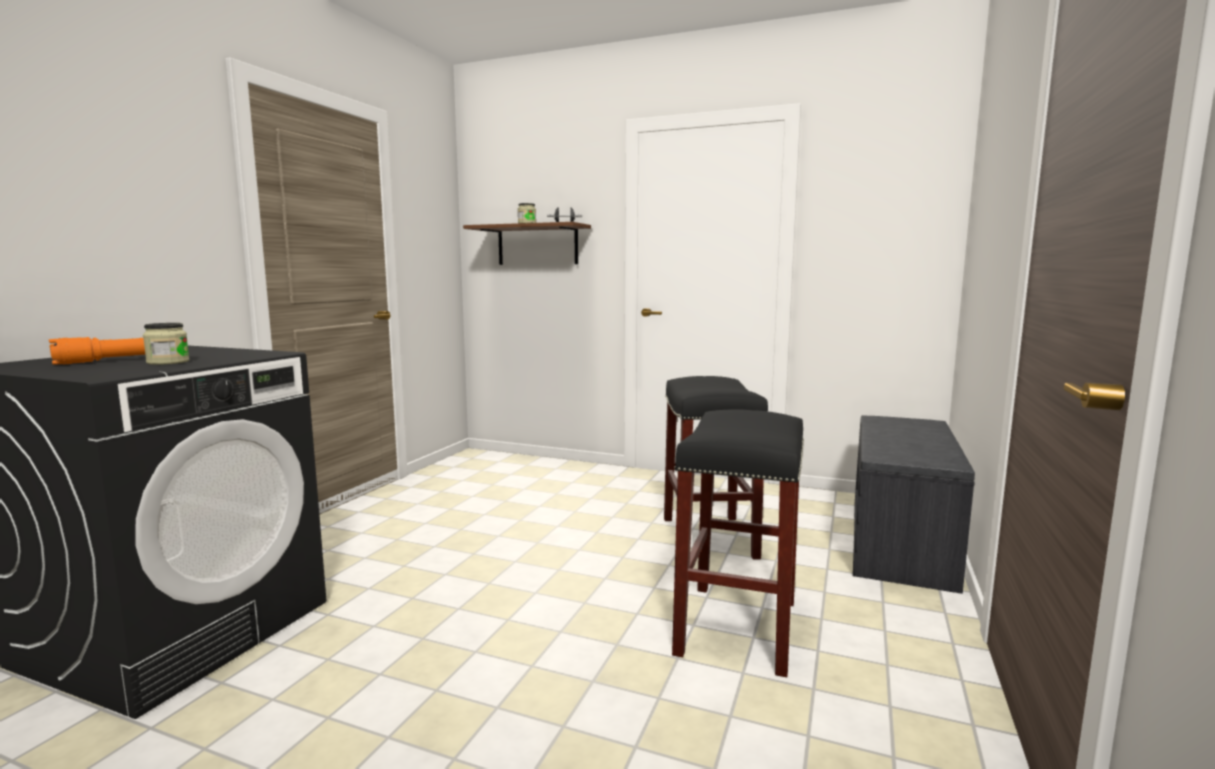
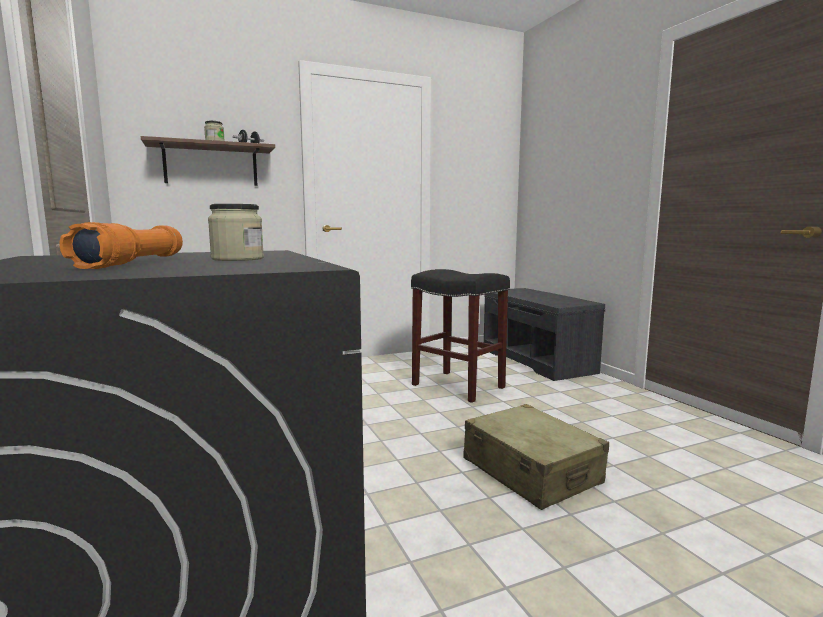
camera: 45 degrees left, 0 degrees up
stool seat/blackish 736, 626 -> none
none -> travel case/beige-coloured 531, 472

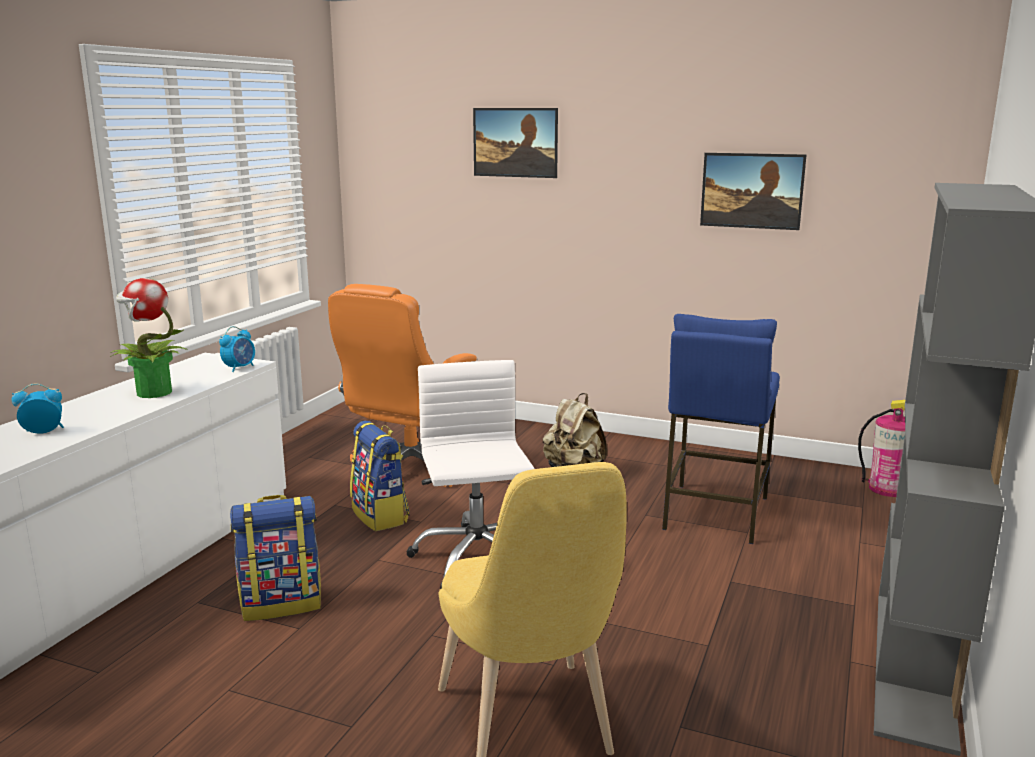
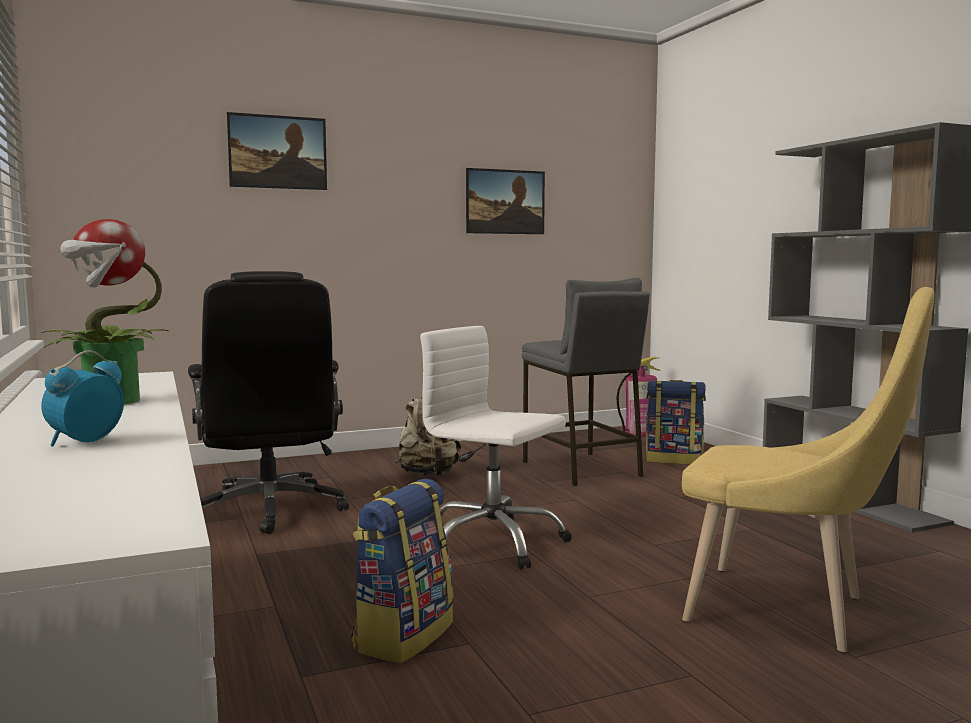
camera: 45 degrees left, 10 degrees down
computer chair/orange-coloured 409, 469 -> computer chair/blackish 269, 510
stool seat/blue-coloured 714, 513 -> stool seat/grey 581, 469
bedside clock 240, 368 -> none
backpack 381, 516 -> backpack 674, 460, moved

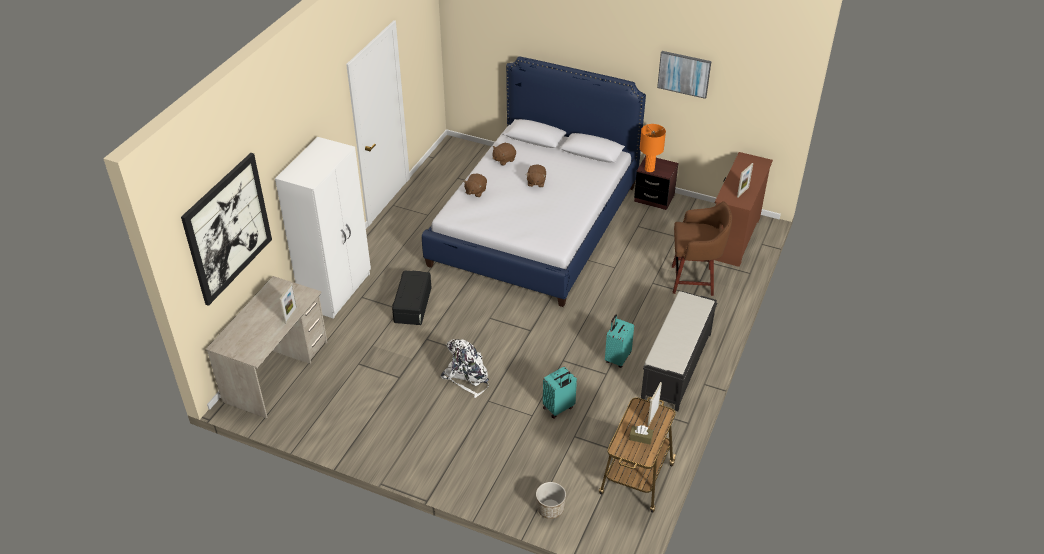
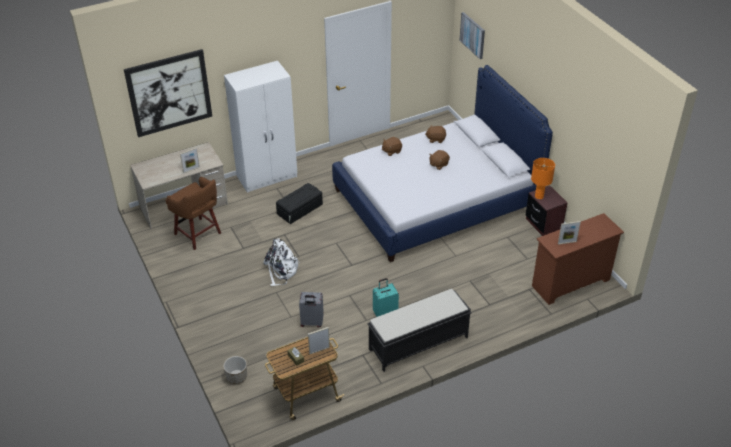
camera: 40 degrees right, 0 degrees up
wall picture 684, 74 -> wall picture 473, 35, moved
stool seat/brown-coloured 694, 280 -> stool seat/brown-coloured 198, 234, moved
travel case/turquoise 559, 408 -> travel case/grey 311, 322

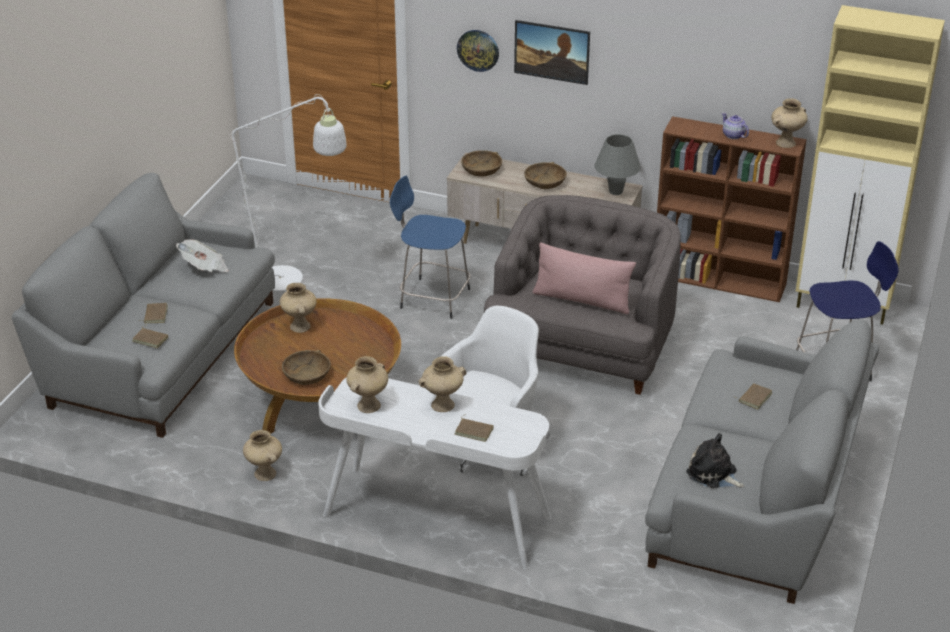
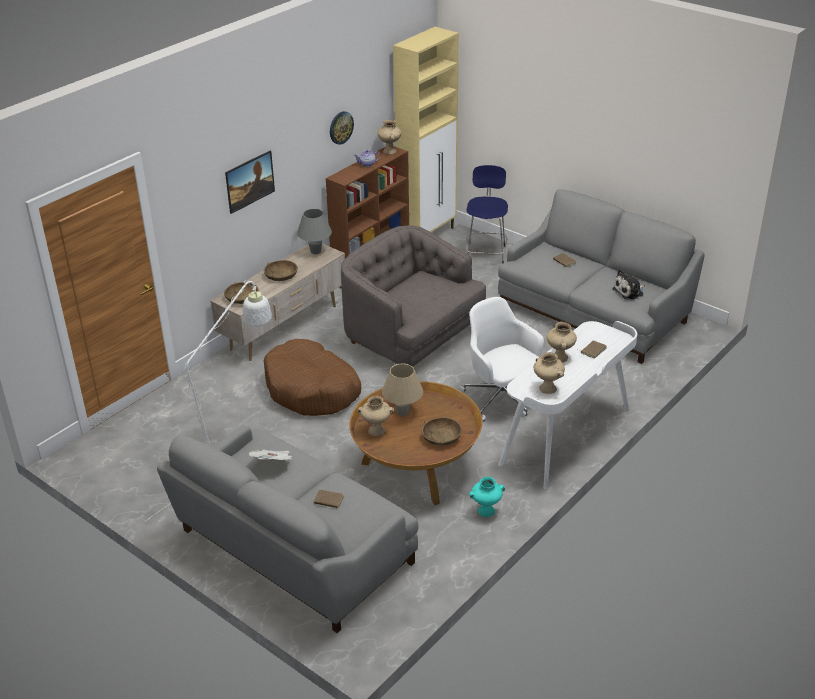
camera: 70 degrees left, 0 degrees up
wall clock 478, 50 -> wall clock 341, 127, moved
stool seat/blue-coloured 432, 298 -> dog cushion/brown-coloured 312, 389
pillow/pink 582, 300 -> none
book/brown-coloured 151, 339 -> none
vase/beige-coloured 264, 474 -> vase/turquoise 486, 511
none -> table lamp/beige-coloured 403, 412

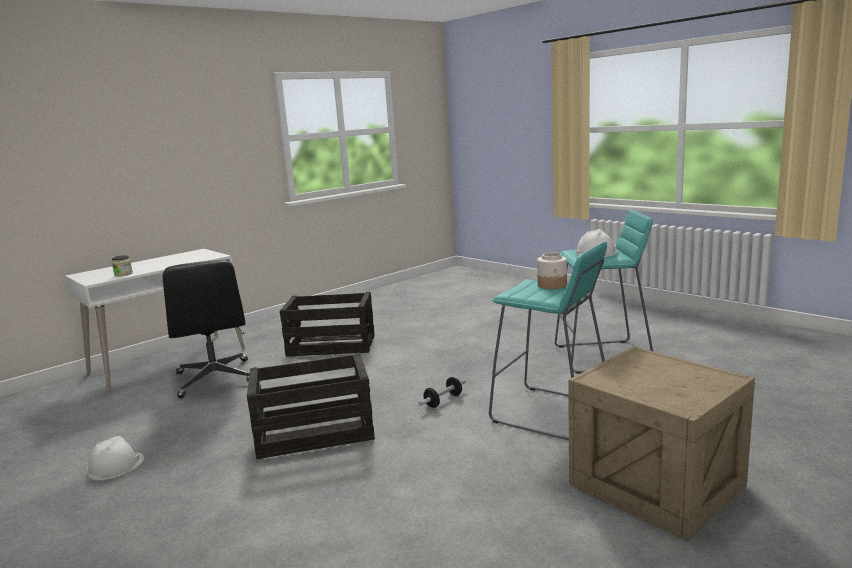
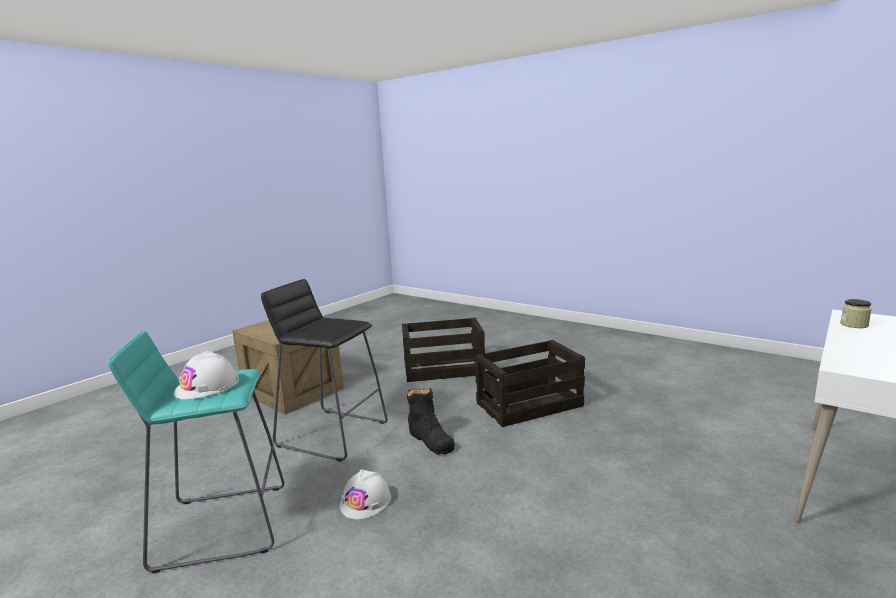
camera: 170 degrees right, 0 degrees up
stool seat/turquoise 551, 413 -> stool seat/blackish 332, 433
jar 552, 285 -> none
computer chair/blackish 215, 379 -> none
packing crate 330, 345 -> packing crate 444, 369, moved
hand weight 443, 401 -> boot/blackish 431, 440
hard hat/white 116, 466 -> hard hat/white 366, 501, moved

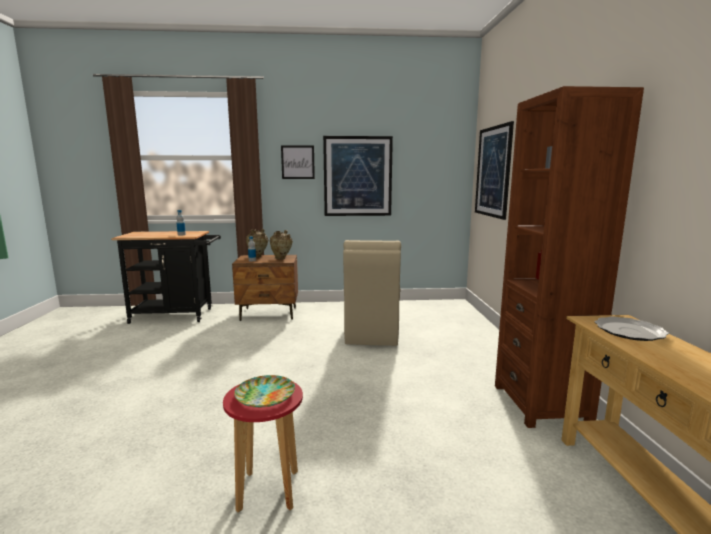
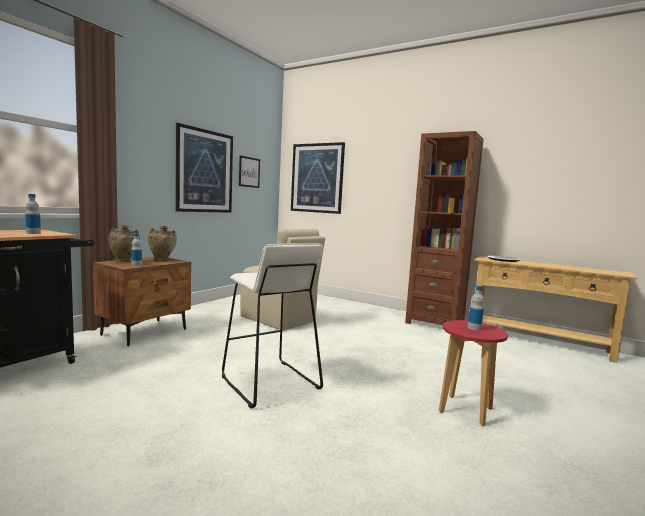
camera: 55 degrees left, 5 degrees down
wall picture 298, 162 -> wall picture 249, 172, moved
flat dish 264, 395 -> beverage bottle 474, 328
none -> stool seat/white 269, 383

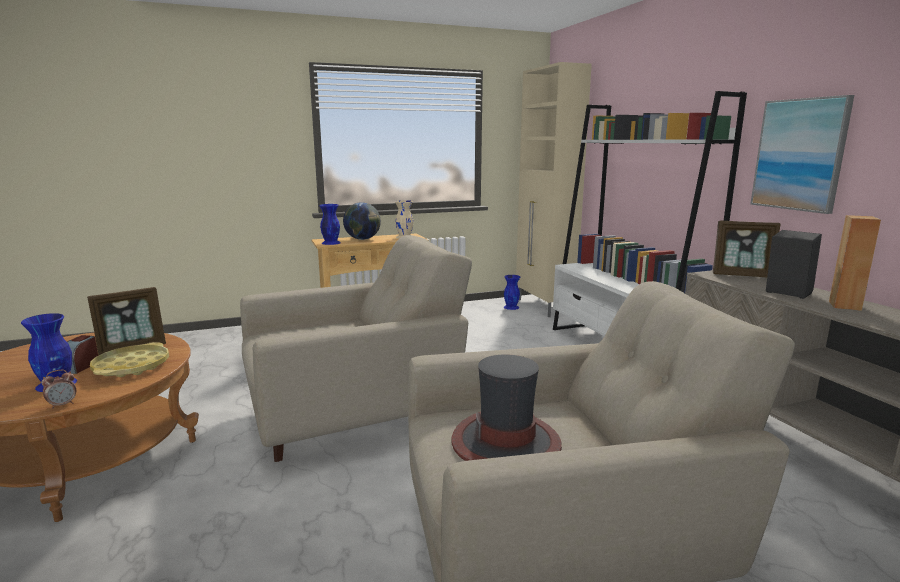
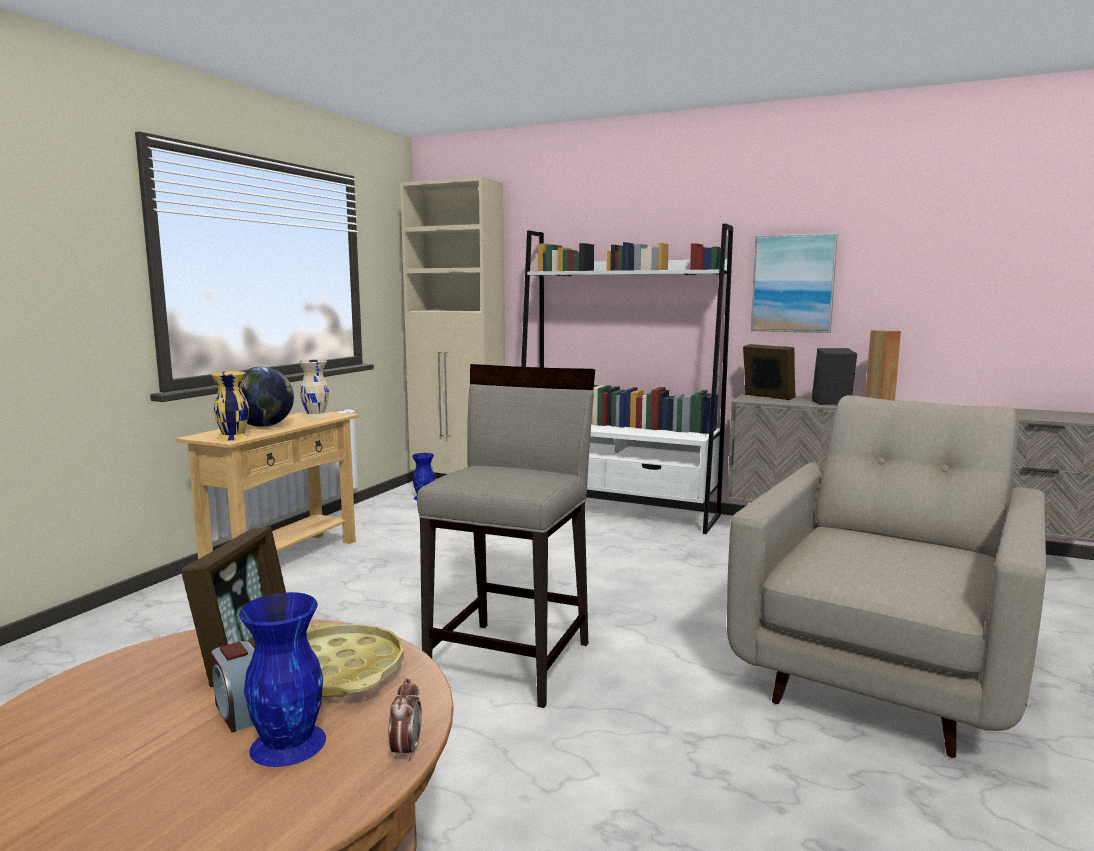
camera: 45 degrees left, 5 degrees down
vase/blue-coloured 330, 243 -> vase/yellow-coloured 232, 437
standing frame 742, 275 -> standing frame 767, 397, 105 degrees counterclockwise
armchair/beige-coloured 357, 417 -> stool seat/beige-coloured 512, 661
hat 506, 442 -> none

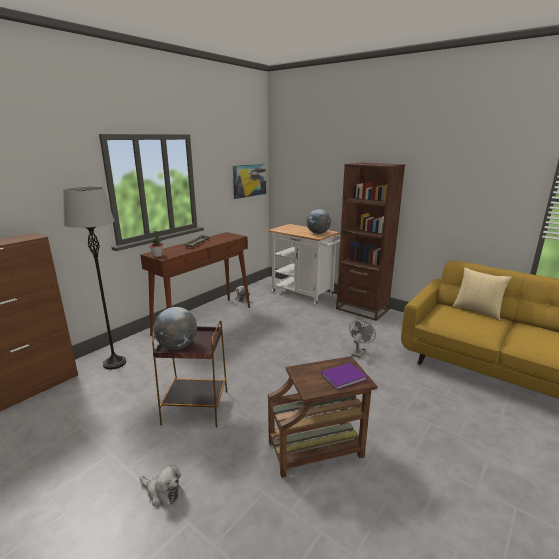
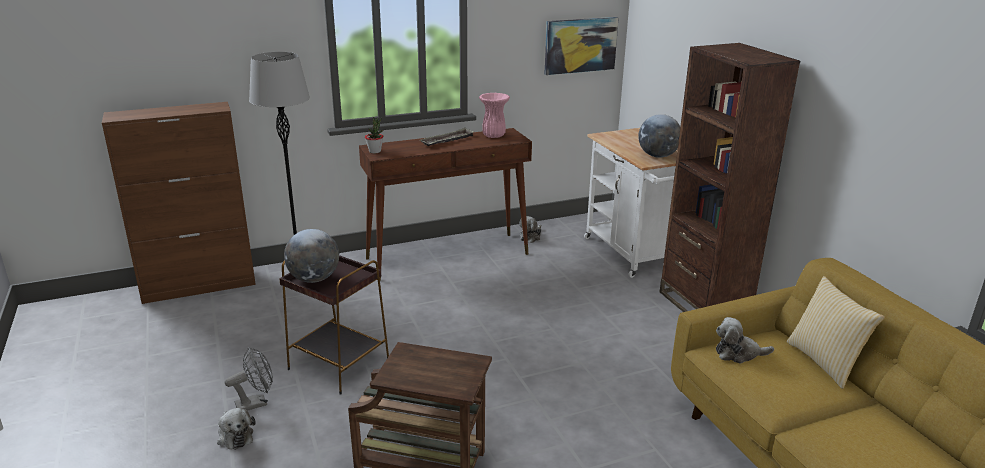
camera: 30 degrees right, 5 degrees up
fan/grey 359, 352 -> fan/grey 256, 403, moved
book/purplish 345, 377 -> none
none -> vase/pink 494, 136
none -> soft toy 738, 353

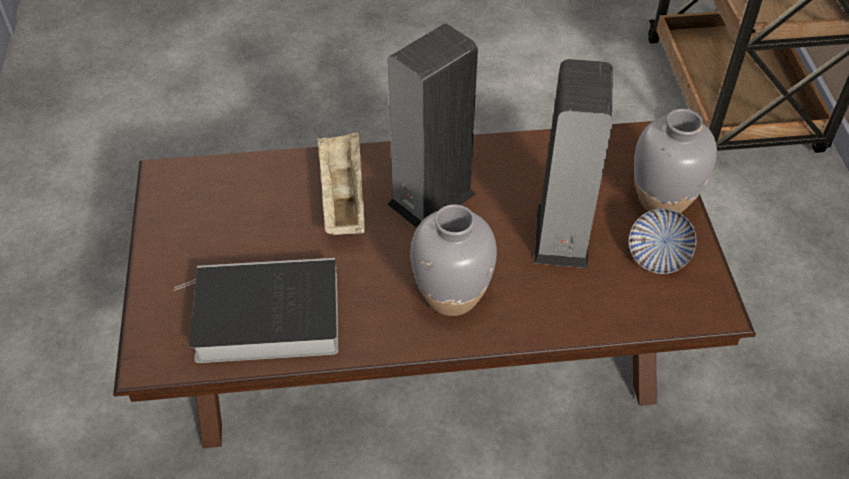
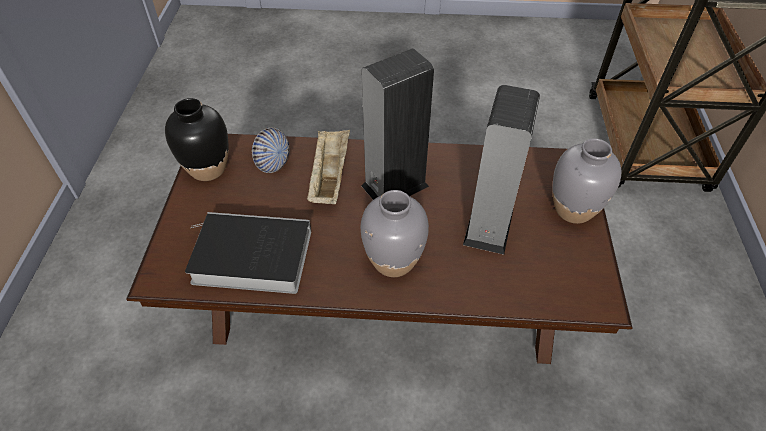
camera: 10 degrees right, 0 degrees up
bowl 657, 256 -> bowl 273, 162, moved
none -> vase/blackish 207, 169

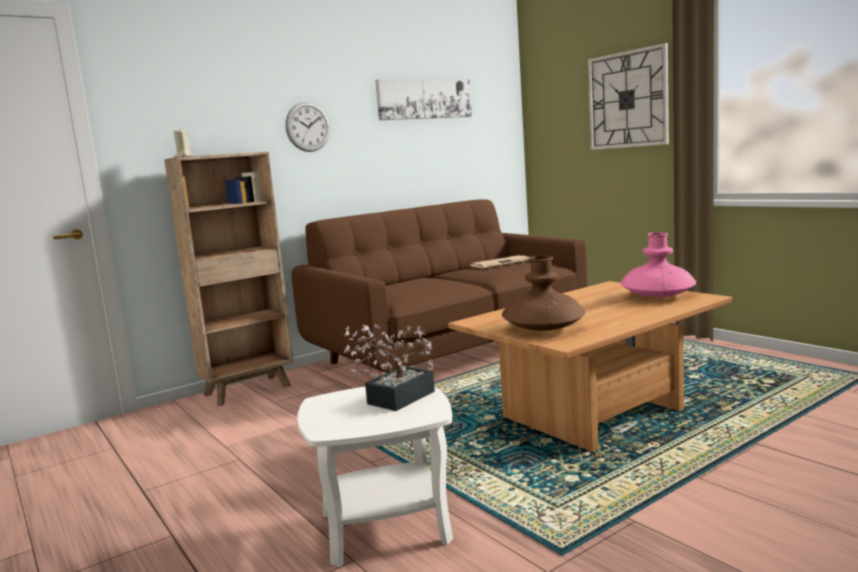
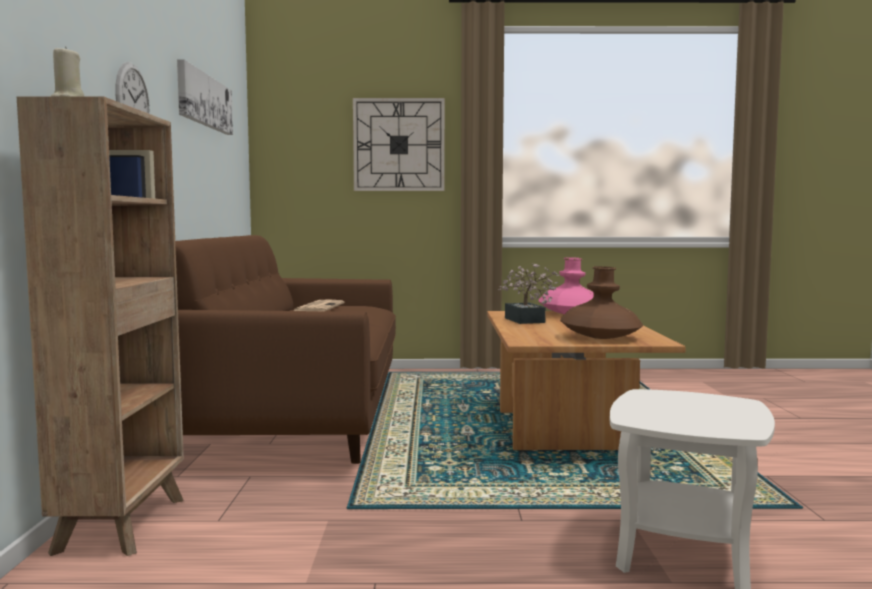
camera: 55 degrees left, 5 degrees down
houseplant 395, 400 -> houseplant 526, 321, moved

